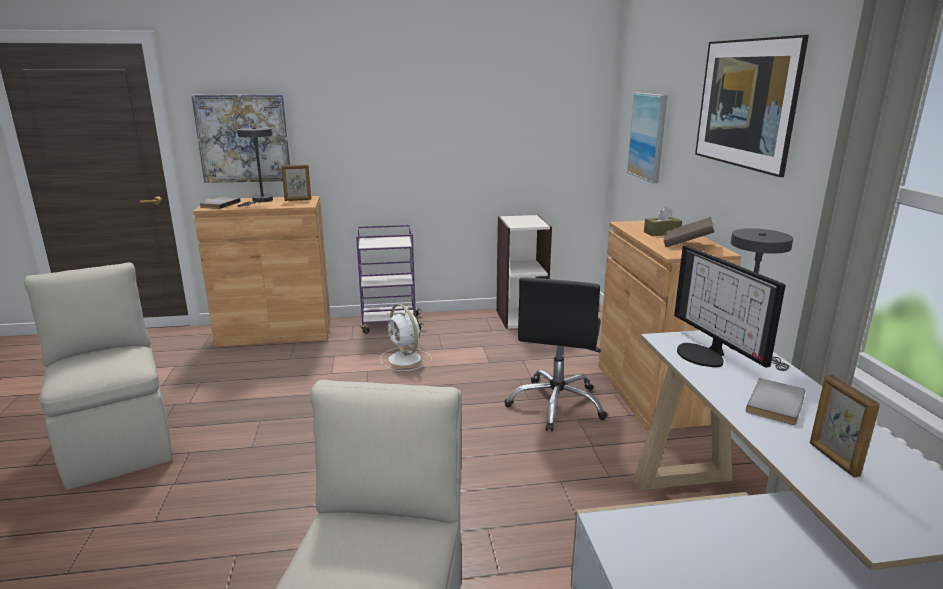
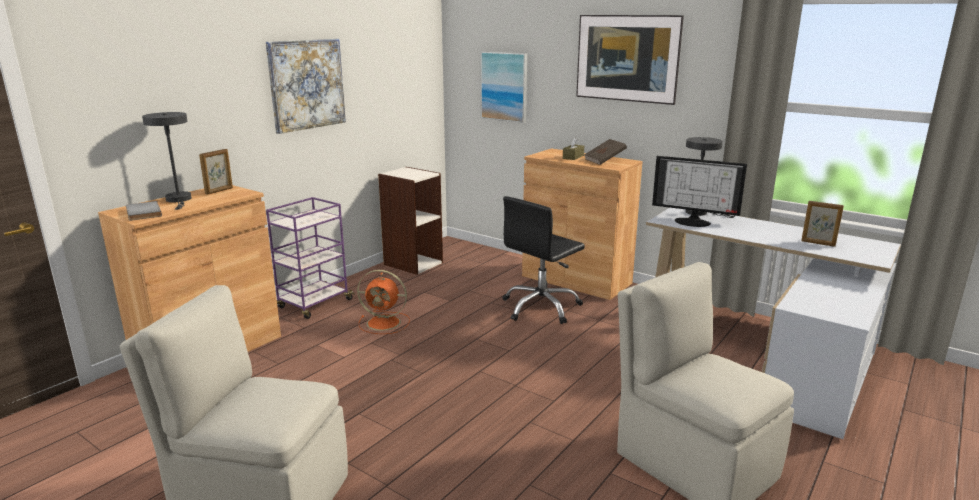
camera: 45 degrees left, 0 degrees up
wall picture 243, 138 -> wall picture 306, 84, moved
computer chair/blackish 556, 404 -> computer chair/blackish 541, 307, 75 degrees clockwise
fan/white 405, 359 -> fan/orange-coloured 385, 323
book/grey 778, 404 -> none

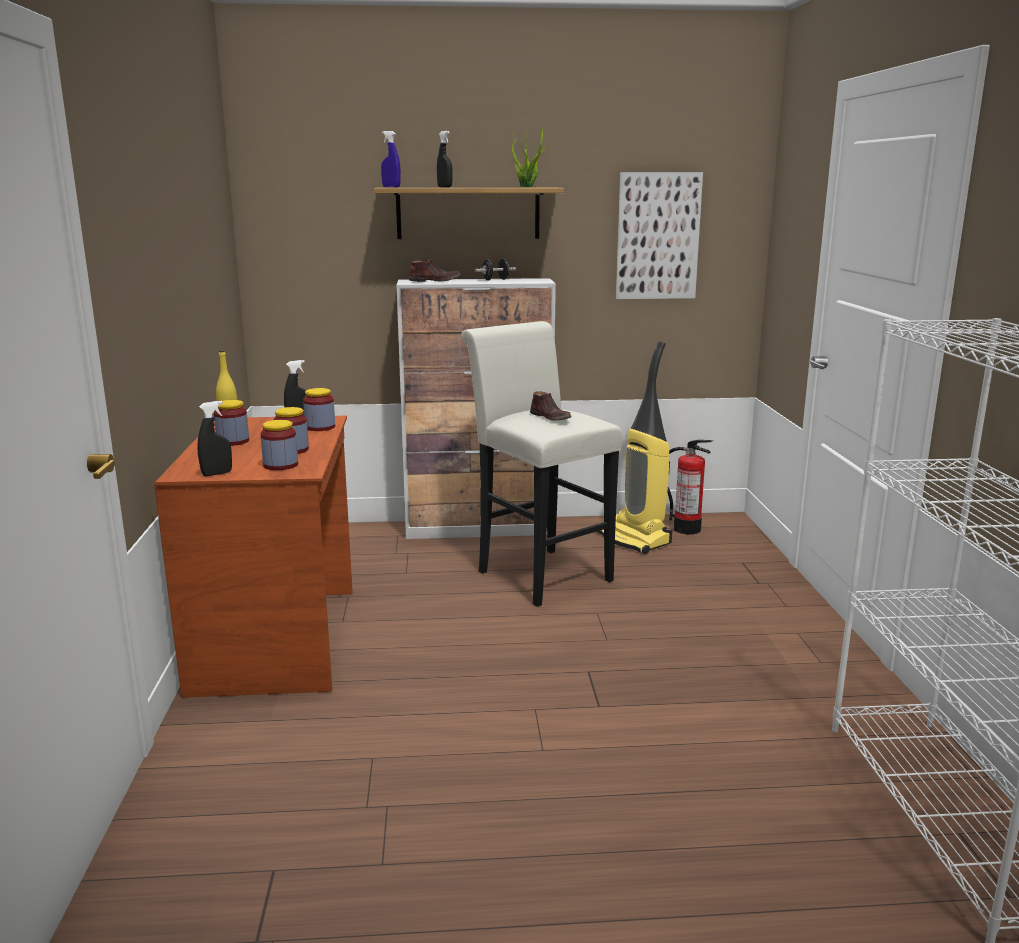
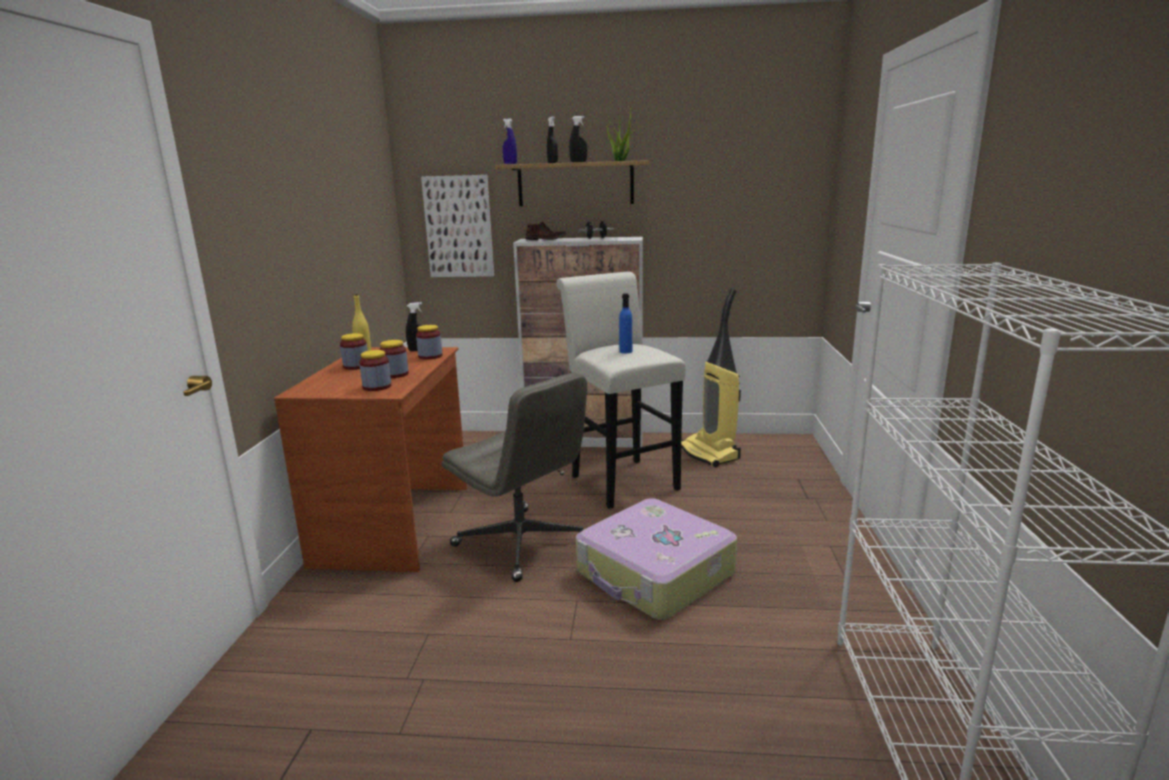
camera: 10 degrees right, 0 degrees up
wall picture 657, 236 -> wall picture 458, 227, moved
item of footwear/brown-coloured 551, 417 -> beverage bottle/blue-coloured 625, 351
spray bottle/blackish 217, 474 -> spray bottle/blackish 578, 162, moved
fire-fighting cylinder 686, 529 -> none
none -> computer chair/grey 522, 543
none -> travel case 655, 574

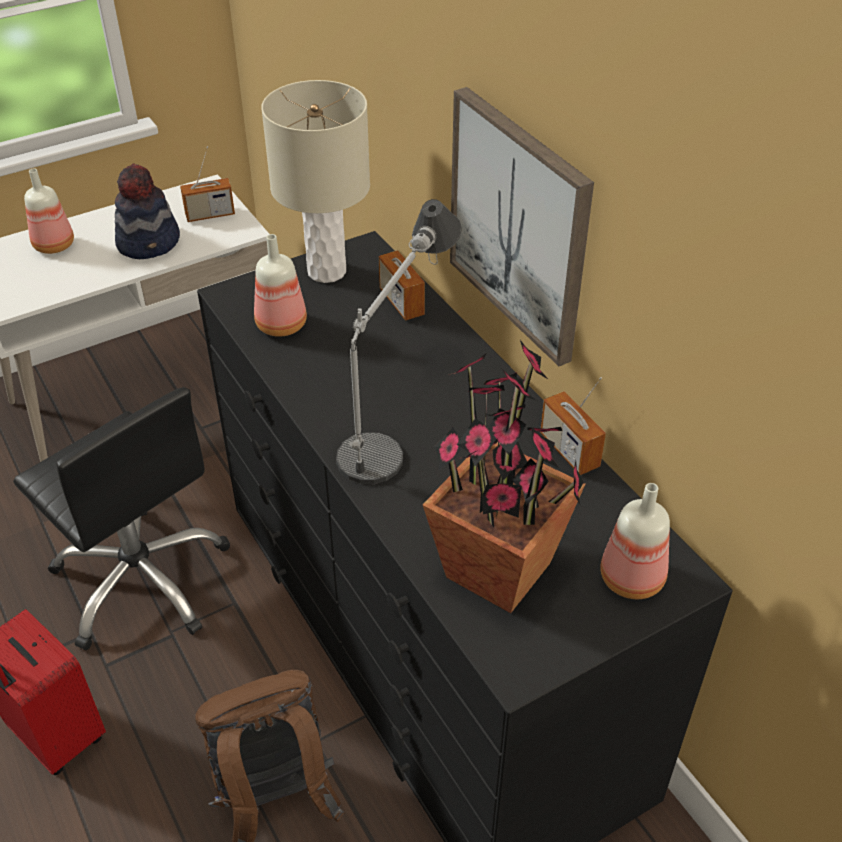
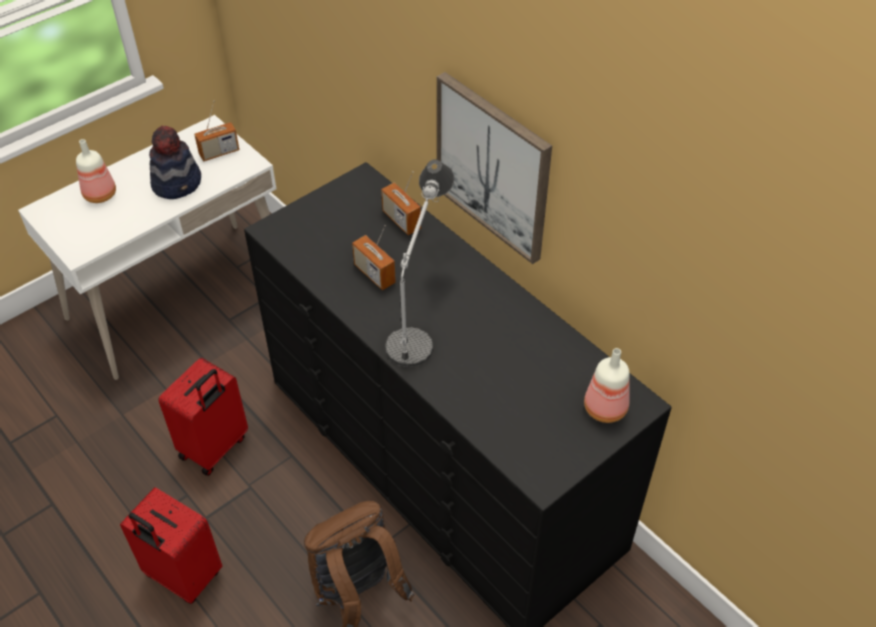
camera: 10 degrees left, 5 degrees up
table lamp/beige-coloured 327, 271 -> none
beverage bottle 280, 324 -> none
houseplant 498, 571 -> none
radio receiver 569, 450 -> radio receiver 374, 274, moved
computer chair/blackish 142, 579 -> travel case/red 215, 448

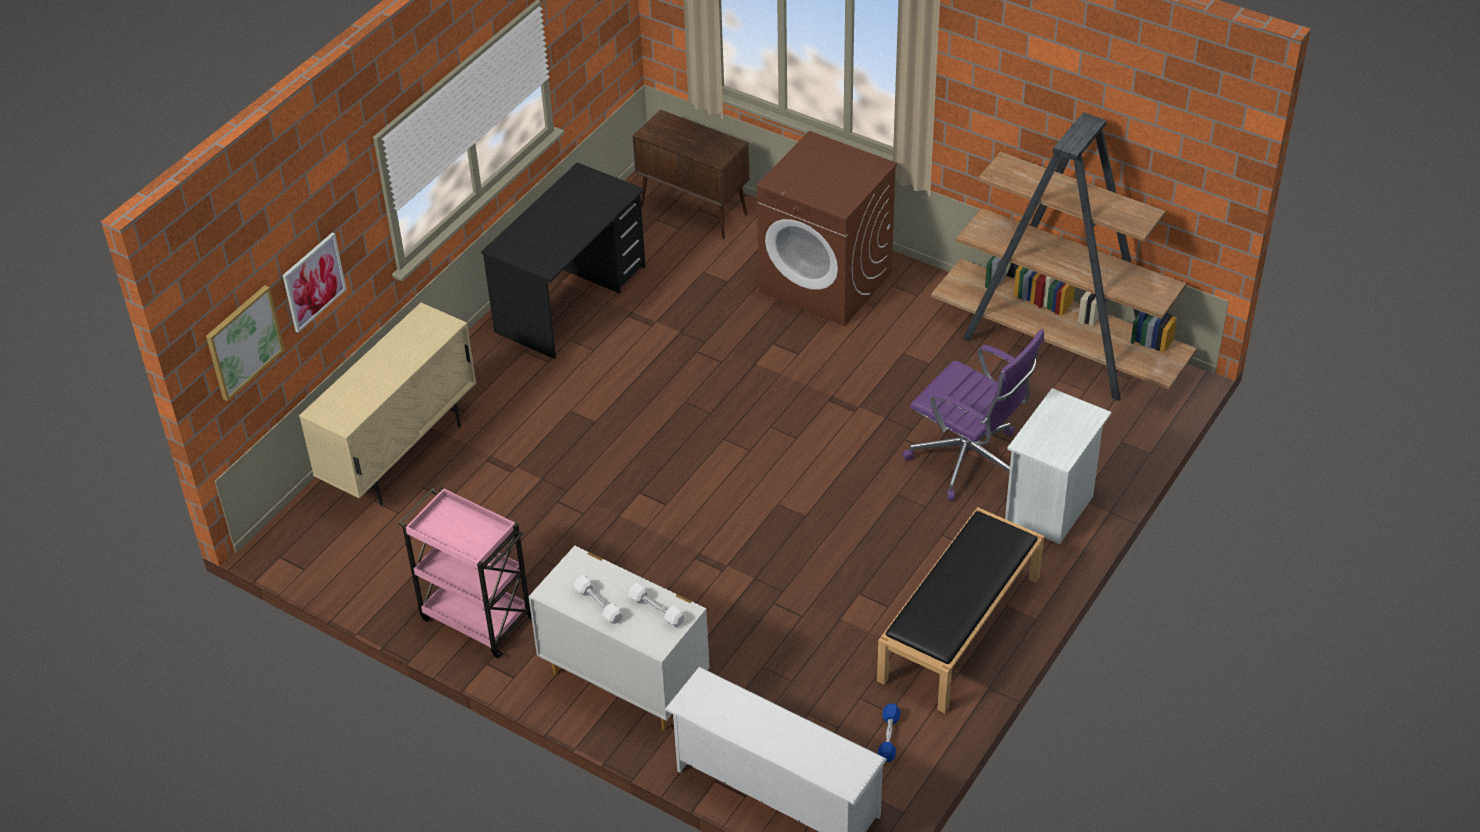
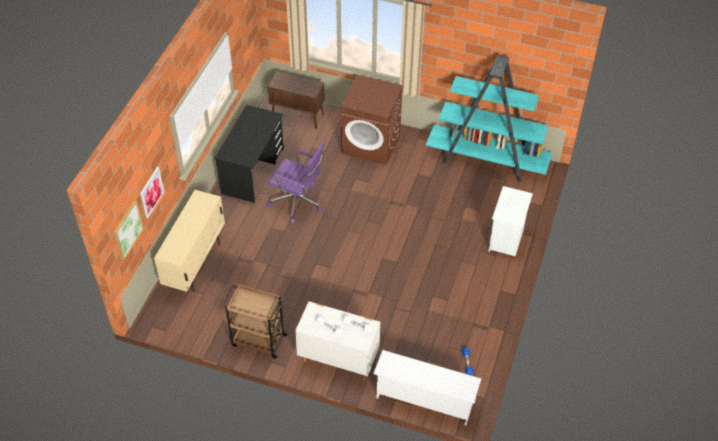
camera: 15 degrees left, 5 degrees up
shelving unit/brown-coloured 1059, 348 -> shelving unit/turquoise 487, 160
computer chair/purplish 969, 460 -> computer chair/purplish 298, 202, moved
wheeled cart/pink 475, 617 -> wheeled cart/brown-coloured 258, 340
bench/blackish 960, 629 -> none

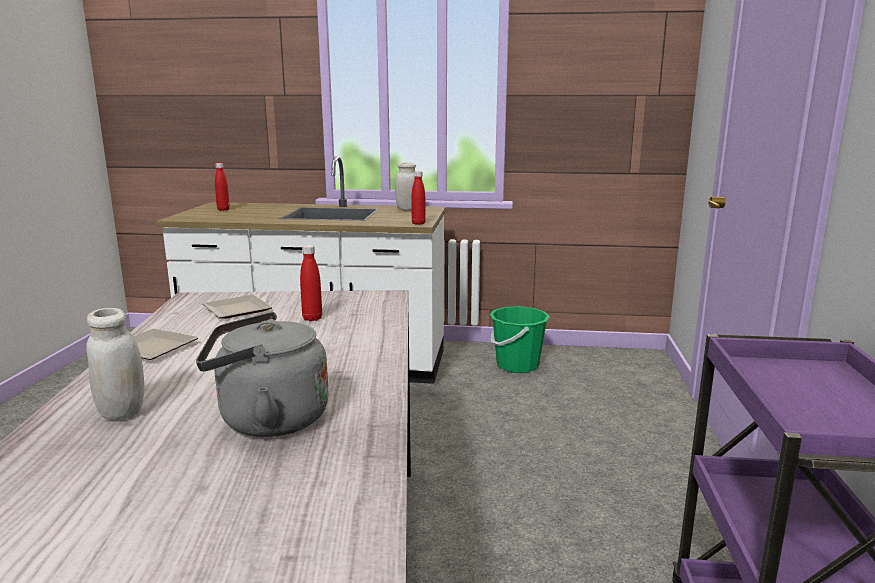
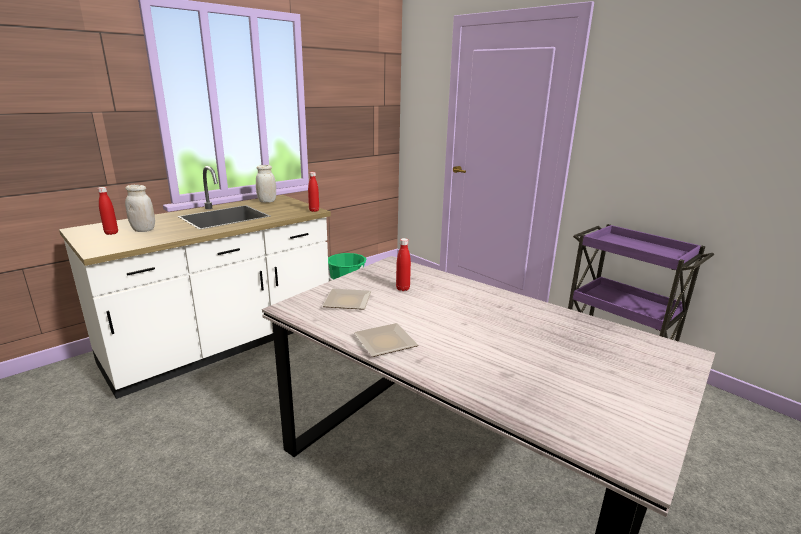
camera: 50 degrees left, 5 degrees up
jar/white 122, 412 -> jar/white 143, 230, moved
water kettle/grey 267, 420 -> none

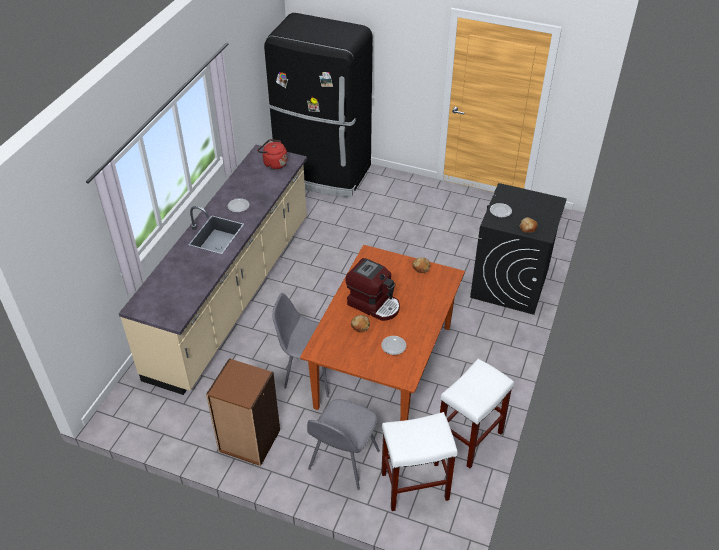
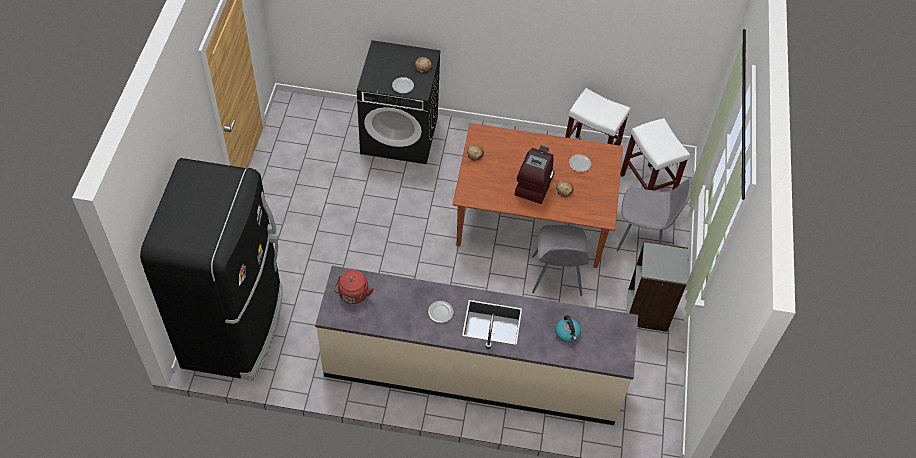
camera: 105 degrees left, 10 degrees up
shelving unit/brown-coloured 249, 441 -> shelving unit/grey 648, 310
none -> water kettle 567, 333

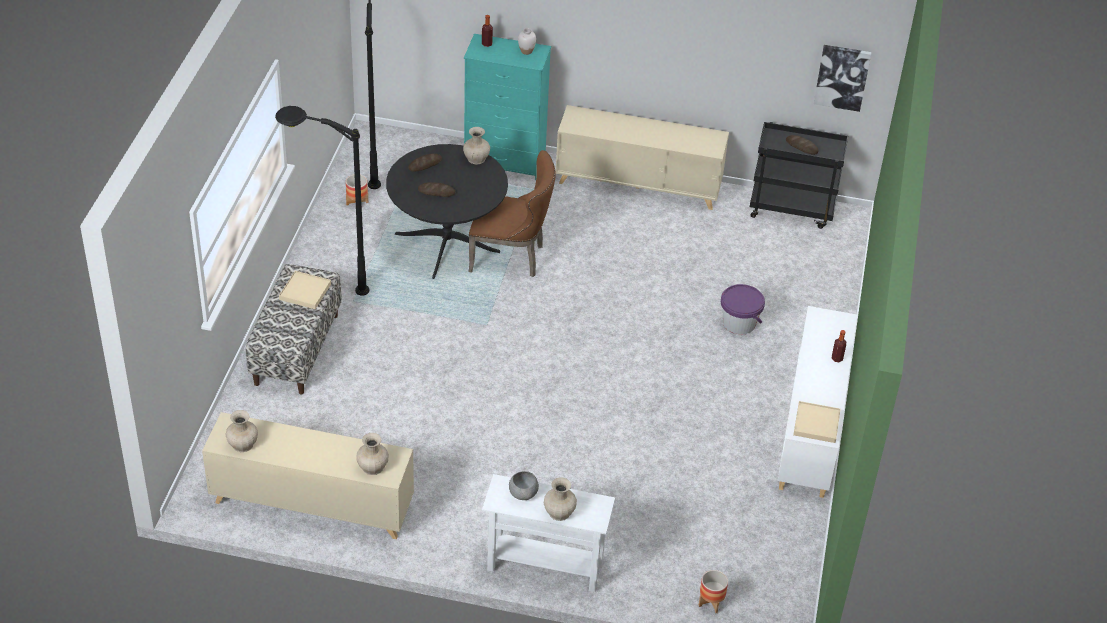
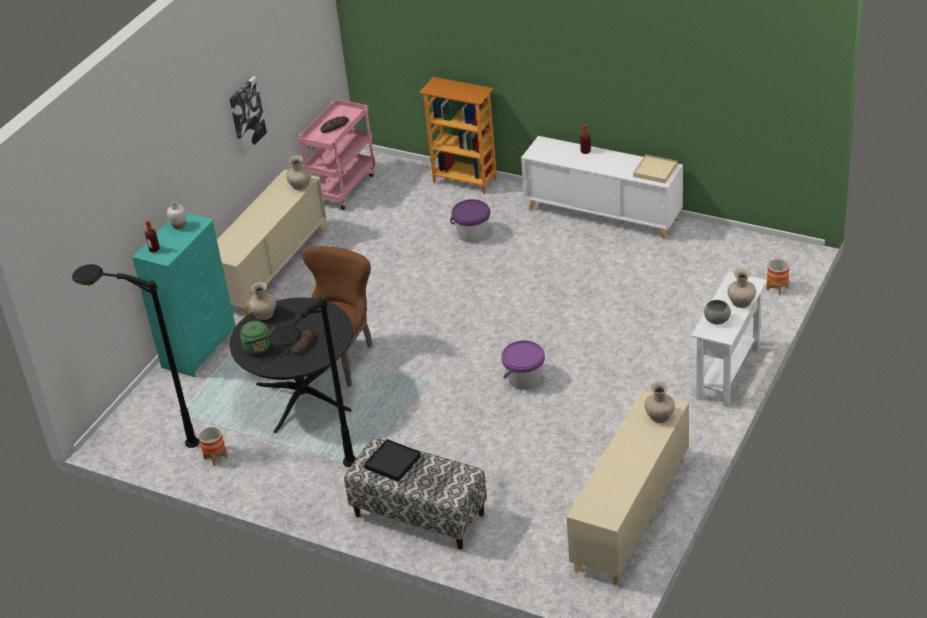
camera: 70 degrees left, 5 degrees down
wall picture 842, 77 -> wall picture 246, 115, moved
wheeled cart/blackish 792, 209 -> wheeled cart/pink 342, 187
bakery bread 425, 164 -> water kettle/greenish 258, 348
carrying tray/beige-coloured 305, 292 -> carrying tray/blackish 392, 462
vase/beige-coloured 243, 444 -> vase/beige-coloured 300, 185, moved
none -> shelving unit 465, 180
none -> pail/purplish 524, 379

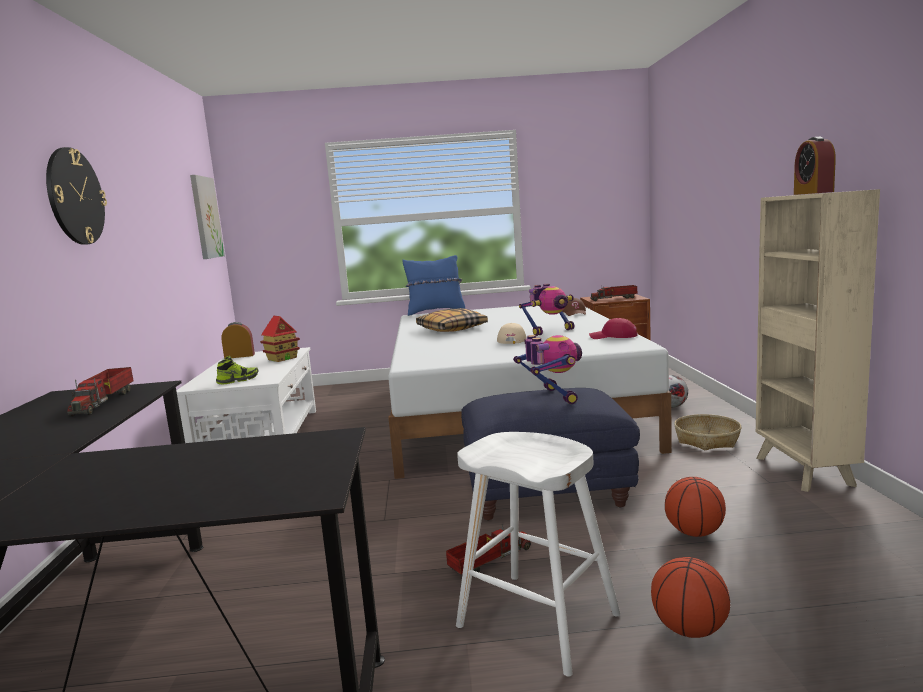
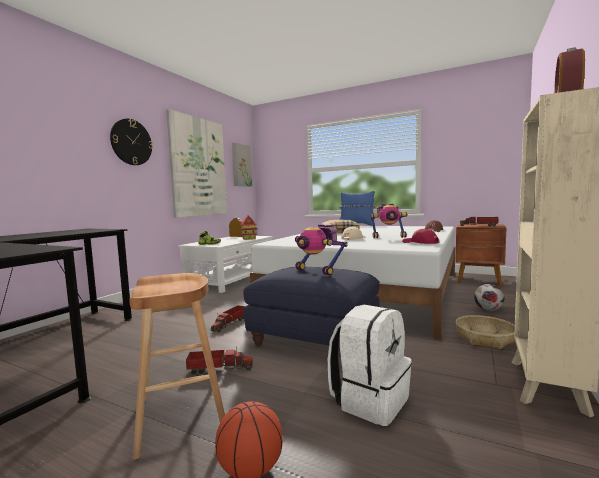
camera: 30 degrees right, 5 degrees down
robot figure 551, 397 -> robot figure 318, 271, 120 degrees clockwise
toy lorry 104, 401 -> toy lorry 230, 323, moved
stool seat/white 537, 620 -> stool seat/brown-coloured 181, 414
basketball ball 694, 533 -> backpack/white 370, 400
none -> wall picture 198, 167

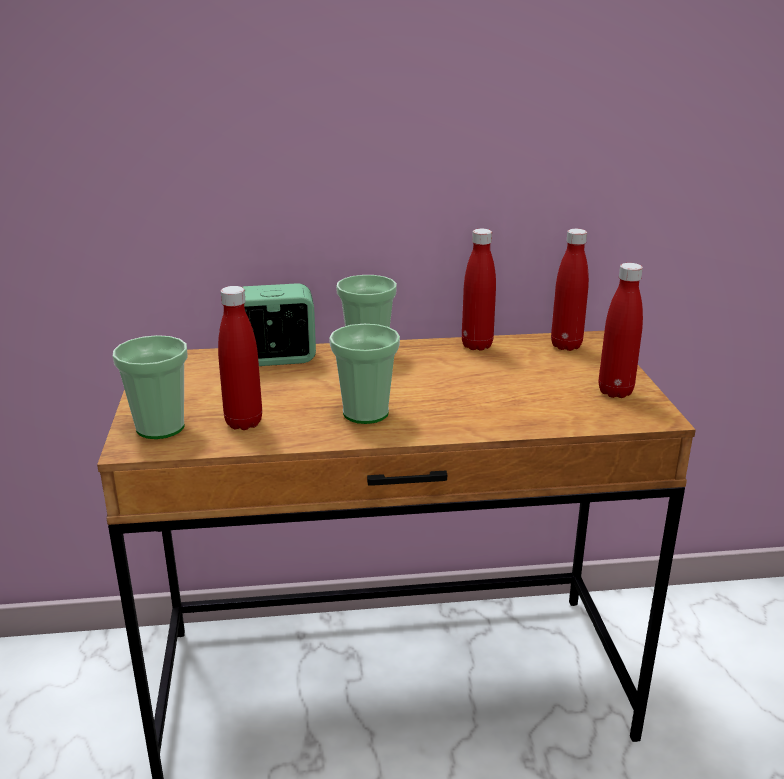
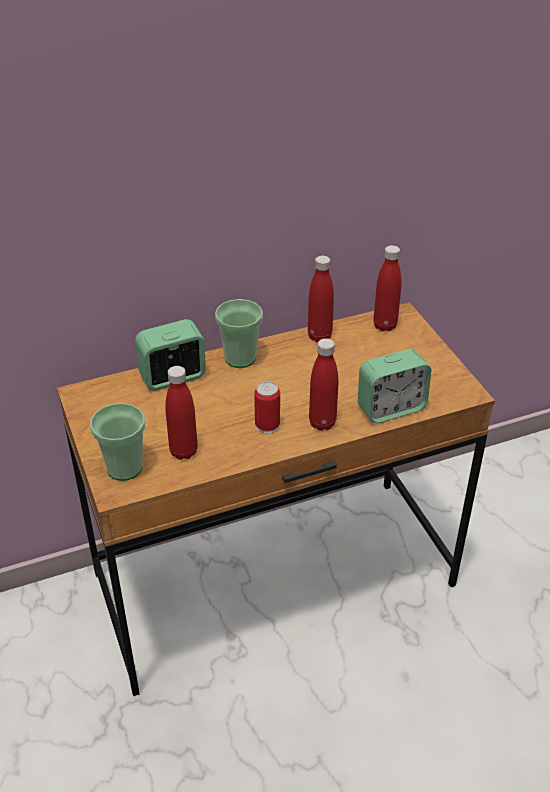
camera: 15 degrees left, 15 degrees up
beverage bottle/red 615, 392 -> beverage bottle/red 322, 423, moved
drinking cup 365, 413 -> can 267, 425
none -> bedside clock 391, 408

